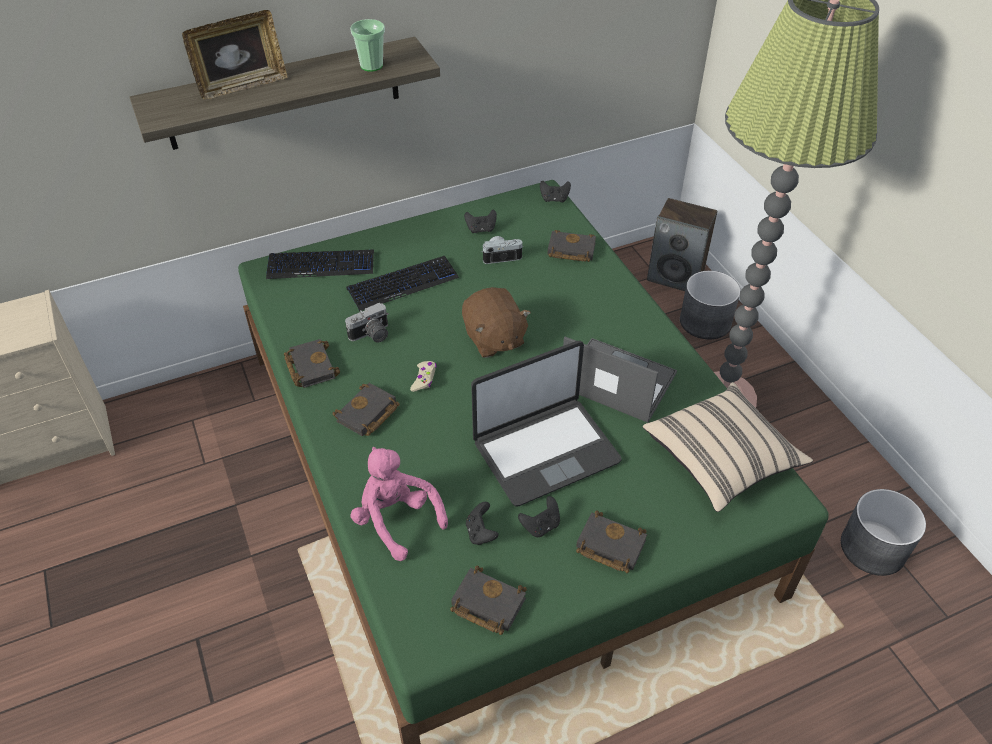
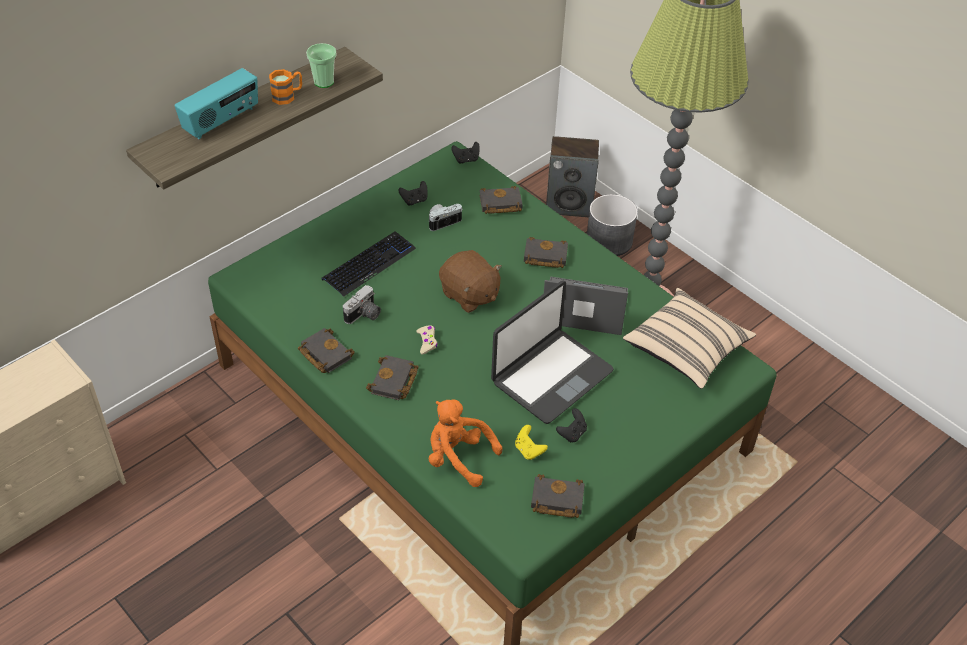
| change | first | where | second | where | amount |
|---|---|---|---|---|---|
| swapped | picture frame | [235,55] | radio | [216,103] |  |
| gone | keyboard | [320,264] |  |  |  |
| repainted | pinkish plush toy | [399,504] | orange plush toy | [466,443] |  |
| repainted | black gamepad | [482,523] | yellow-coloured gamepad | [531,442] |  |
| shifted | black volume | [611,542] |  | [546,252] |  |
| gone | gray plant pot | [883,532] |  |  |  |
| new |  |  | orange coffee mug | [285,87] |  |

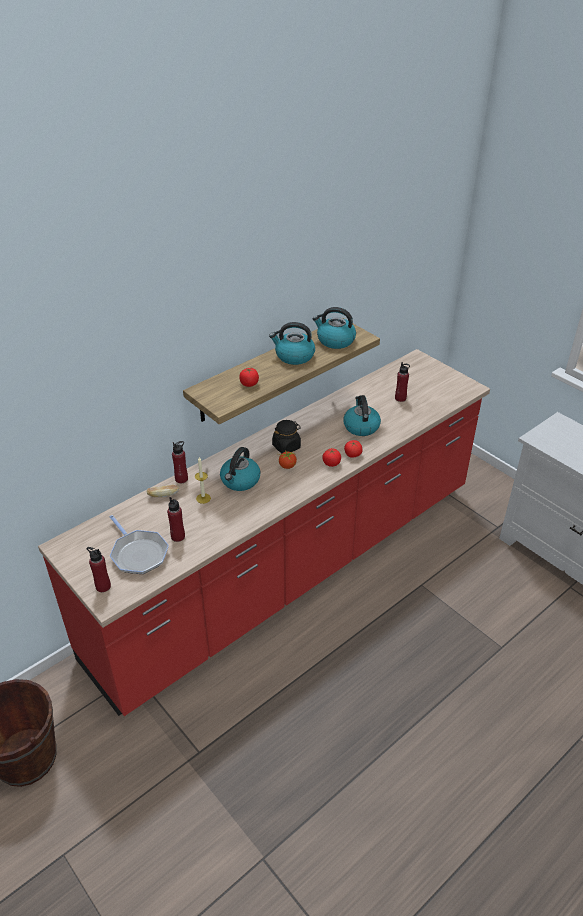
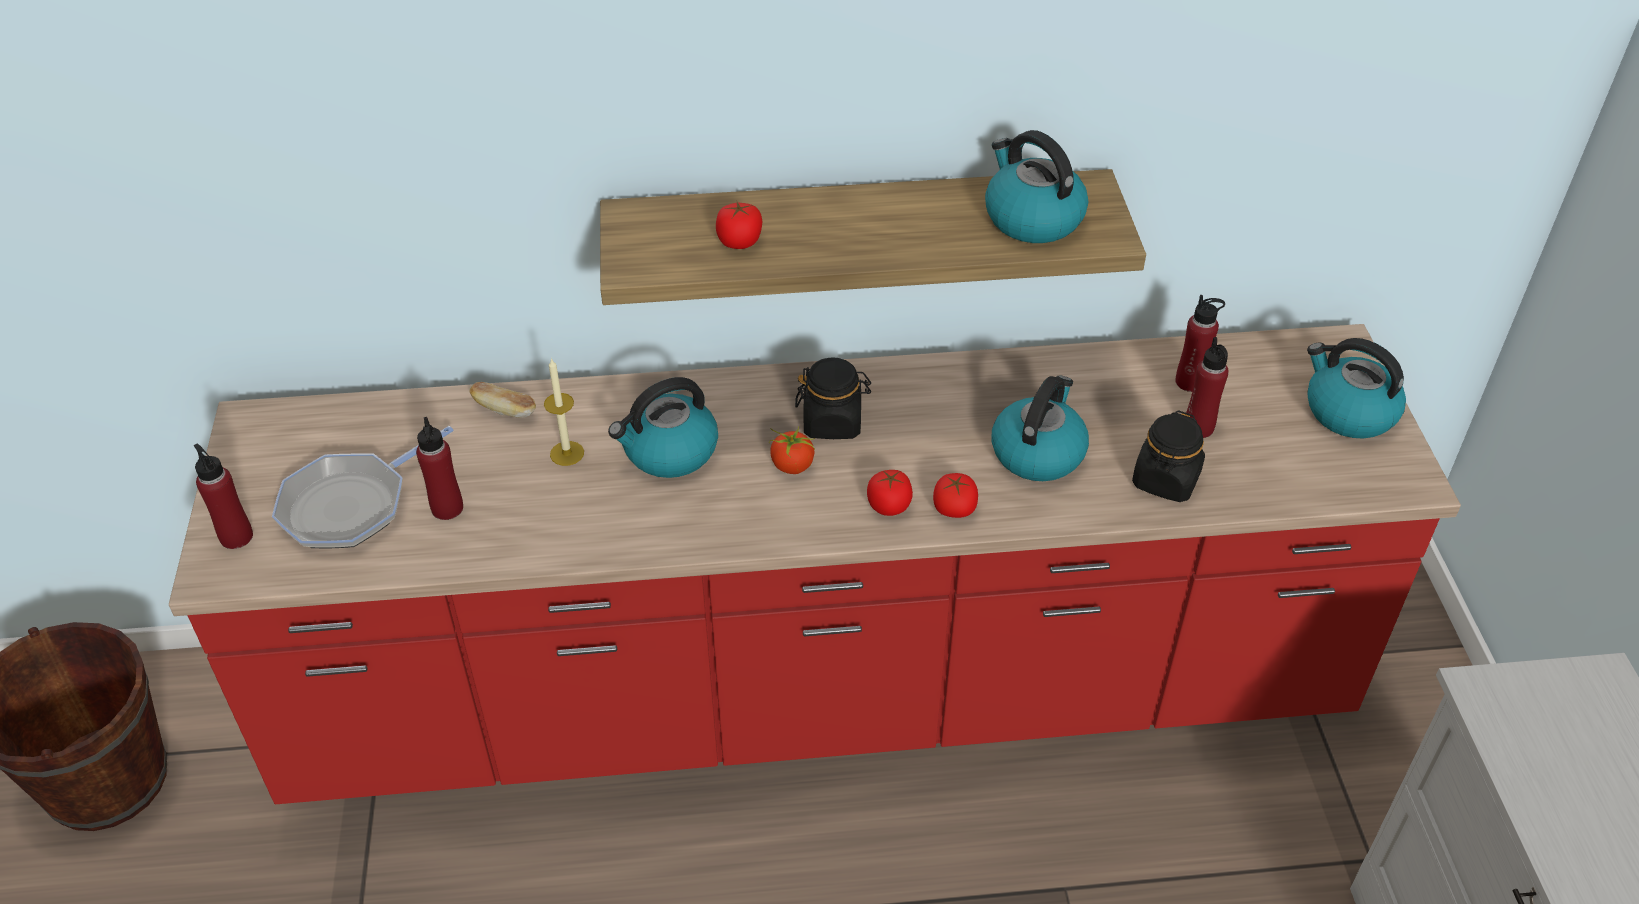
| change | first | where | second | where | amount |
|---|---|---|---|---|---|
| rotated | frying pan | [139,544] |  | [363,487] | 45 degrees clockwise |
| shifted | reddish beverage bottle | [180,462] |  | [1200,343] |  |
| shifted | tea kettle | [292,343] |  | [1356,388] |  |
| new |  |  | black jar | [1168,456] |  |

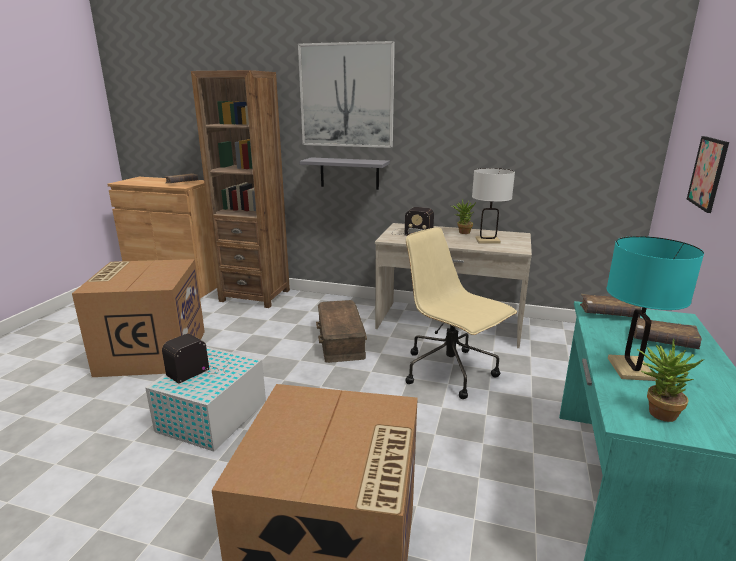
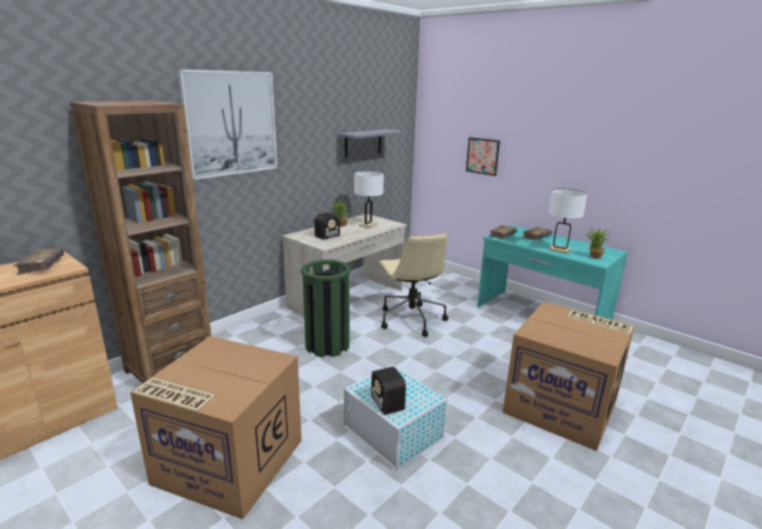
| change | first | where | second | where | amount |
|---|---|---|---|---|---|
| shifted | gray shelf | [344,173] |  | [370,143] |  |
| swapped | brown-coloured storage bin | [341,331] | greenish waste bin | [326,308] |  |
| rotated | sand-coloured office chair | [461,313] |  | [413,285] | 90 degrees counterclockwise |
| repainted | blue-green tabletop lamp | [655,308] | white tabletop lamp | [567,221] |  |

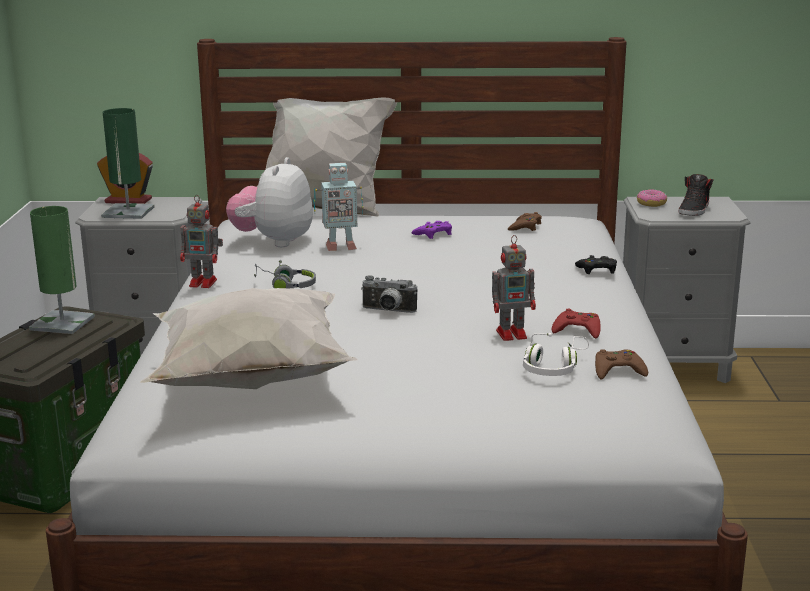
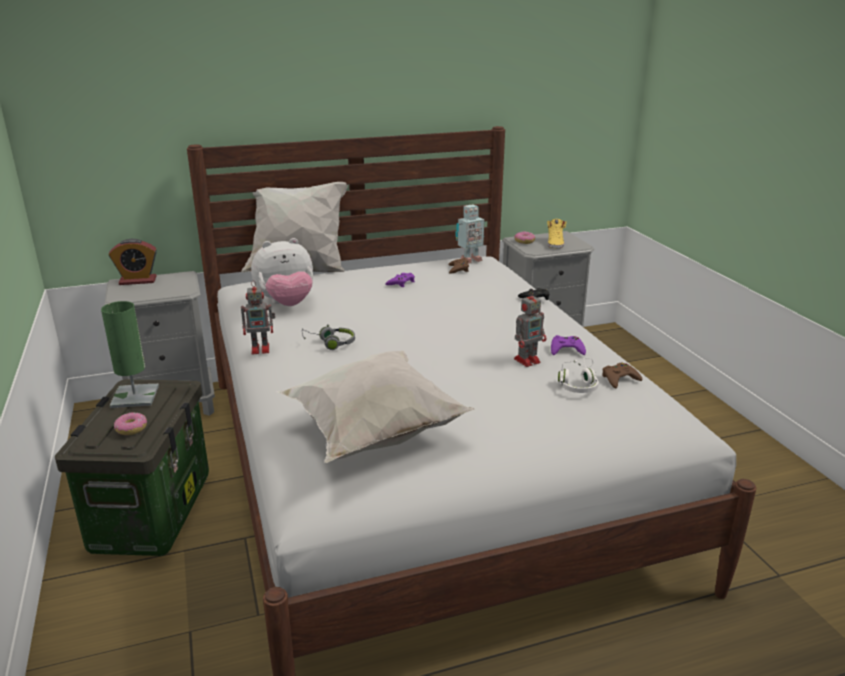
| change | first | where | second | where | amount |
|---|---|---|---|---|---|
| gone | greenish tabletop lamp | [128,163] |  |  |  |
| rotated | plush toy | [269,202] |  | [282,272] | 105 degrees counterclockwise |
| shifted | toy robot | [338,207] |  | [470,234] |  |
| gone | still camera | [389,294] |  |  |  |
| repainted | reddish gamepad | [576,324] | purplish gamepad | [568,345] |  |
| repainted | black shoe | [696,195] | yellow-coloured shoe | [557,233] |  |
| new |  |  | ring doughnut | [130,423] |  |

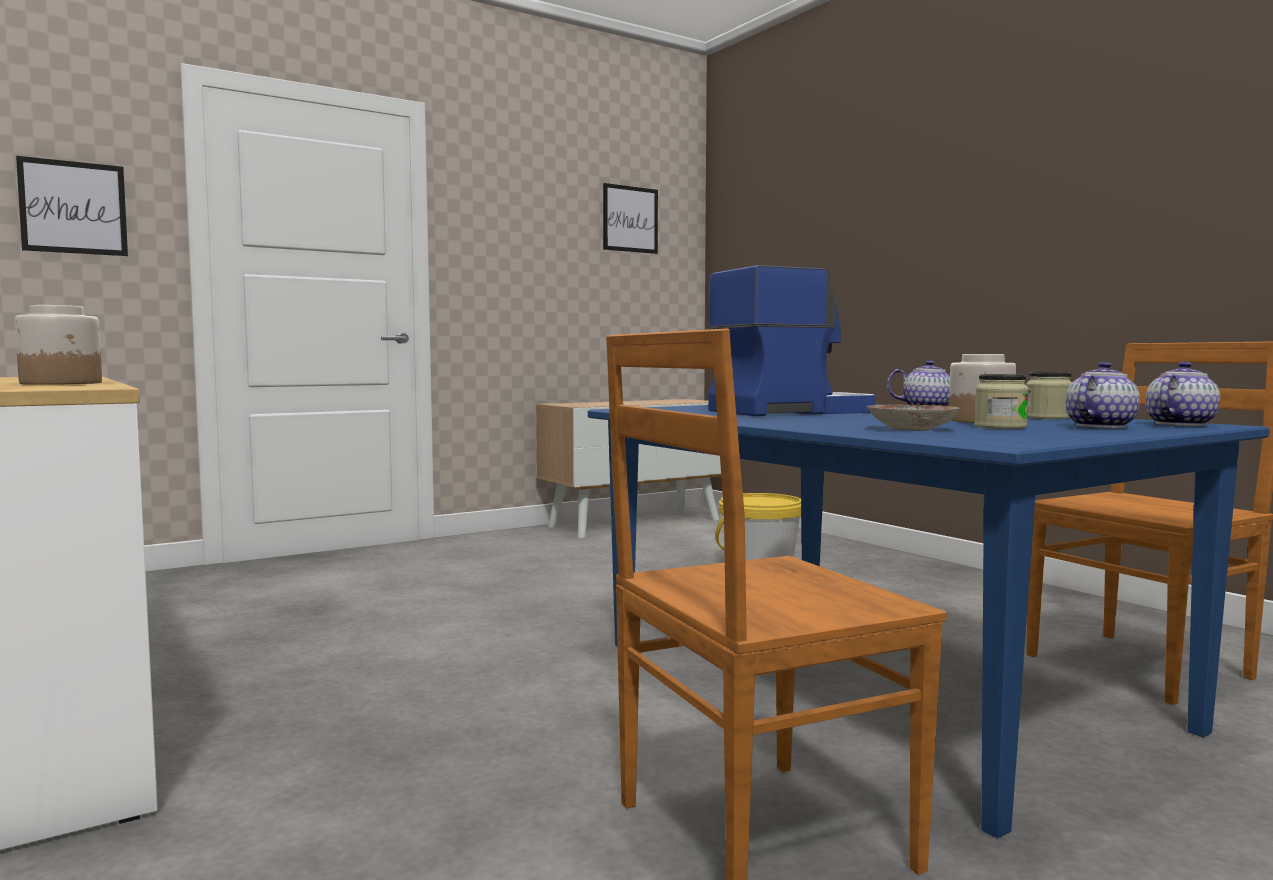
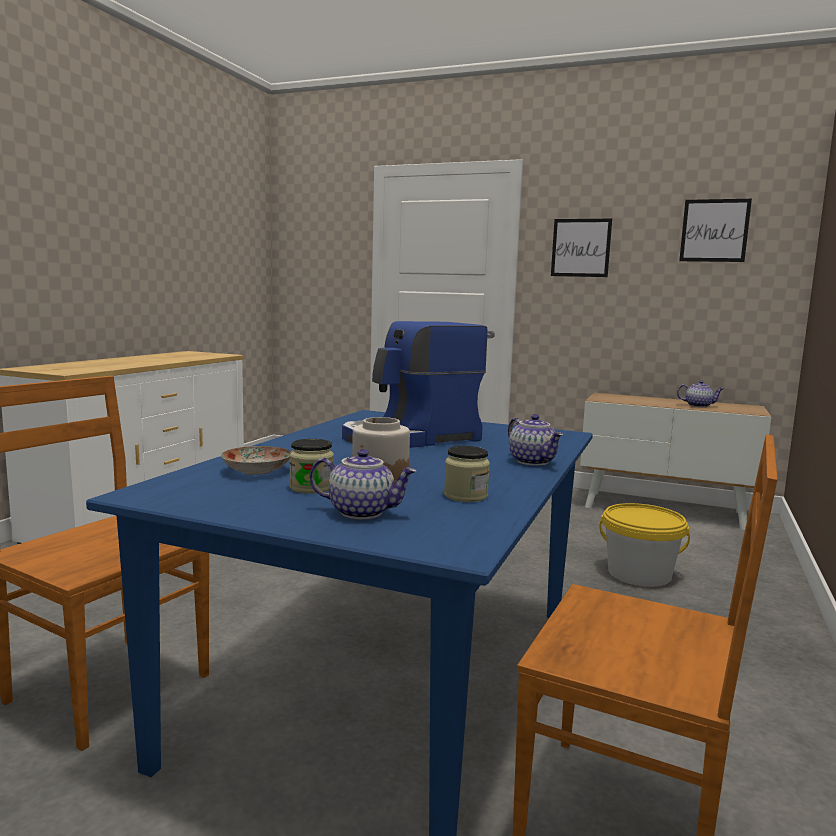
| change | first | where | second | where | amount |
|---|---|---|---|---|---|
| gone | jar | [58,345] |  |  |  |
| shifted | wall picture | [72,206] |  | [581,248] |  |
| rotated | coffee brewer | [792,340] |  | [415,384] | 120 degrees clockwise |
| shifted | tea pot | [1182,393] |  | [700,394] |  |

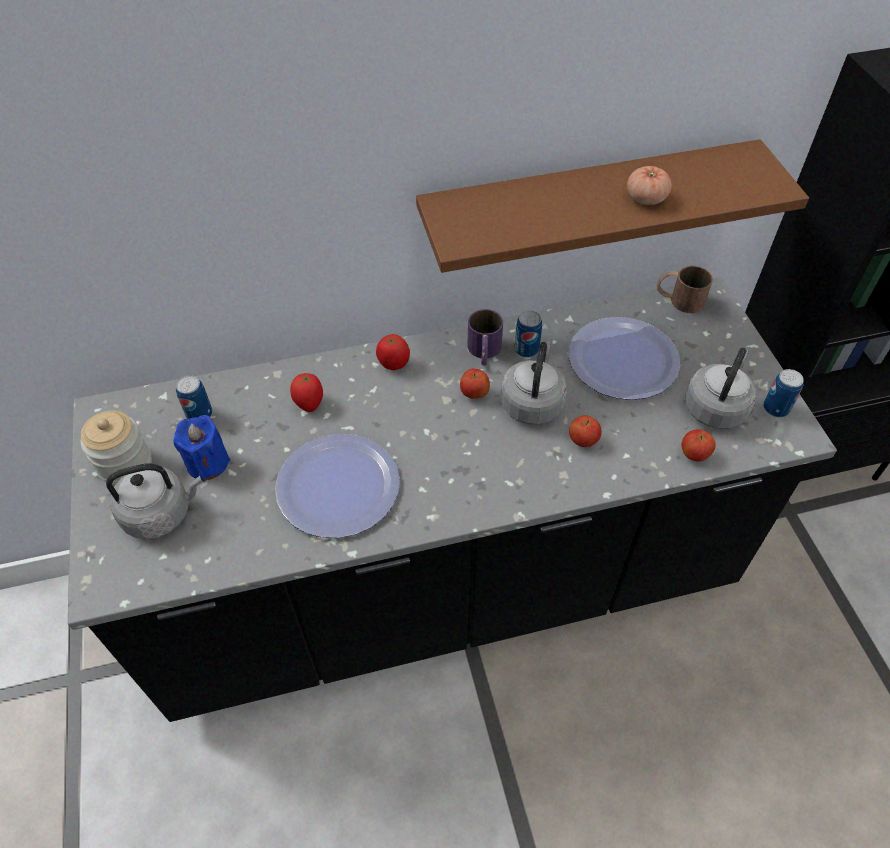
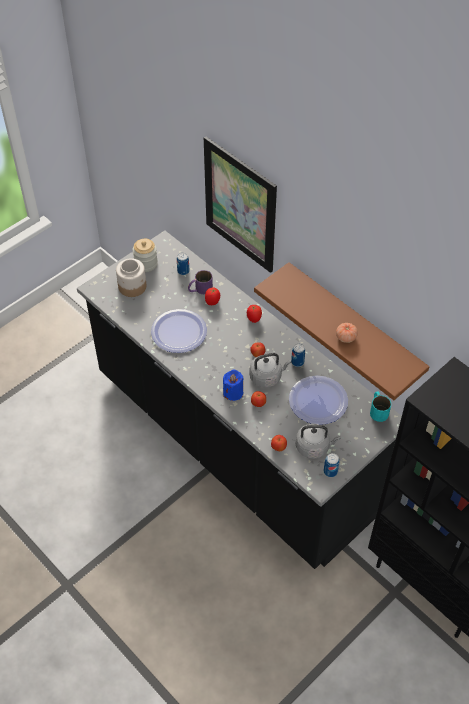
| change | first | where | second | where | amount |
|---|---|---|---|---|---|
| swapped | gray tea kettle | [154,501] | jar | [131,277] |  |
| shifted | bluish candle | [201,448] |  | [233,385] |  |
| shifted | purplish coffee mug | [485,337] |  | [200,282] |  |
| repainted | brown-coloured coffee mug | [685,289] | blue-green coffee mug | [380,406] |  |
| new |  |  | wall picture | [240,205] |  |

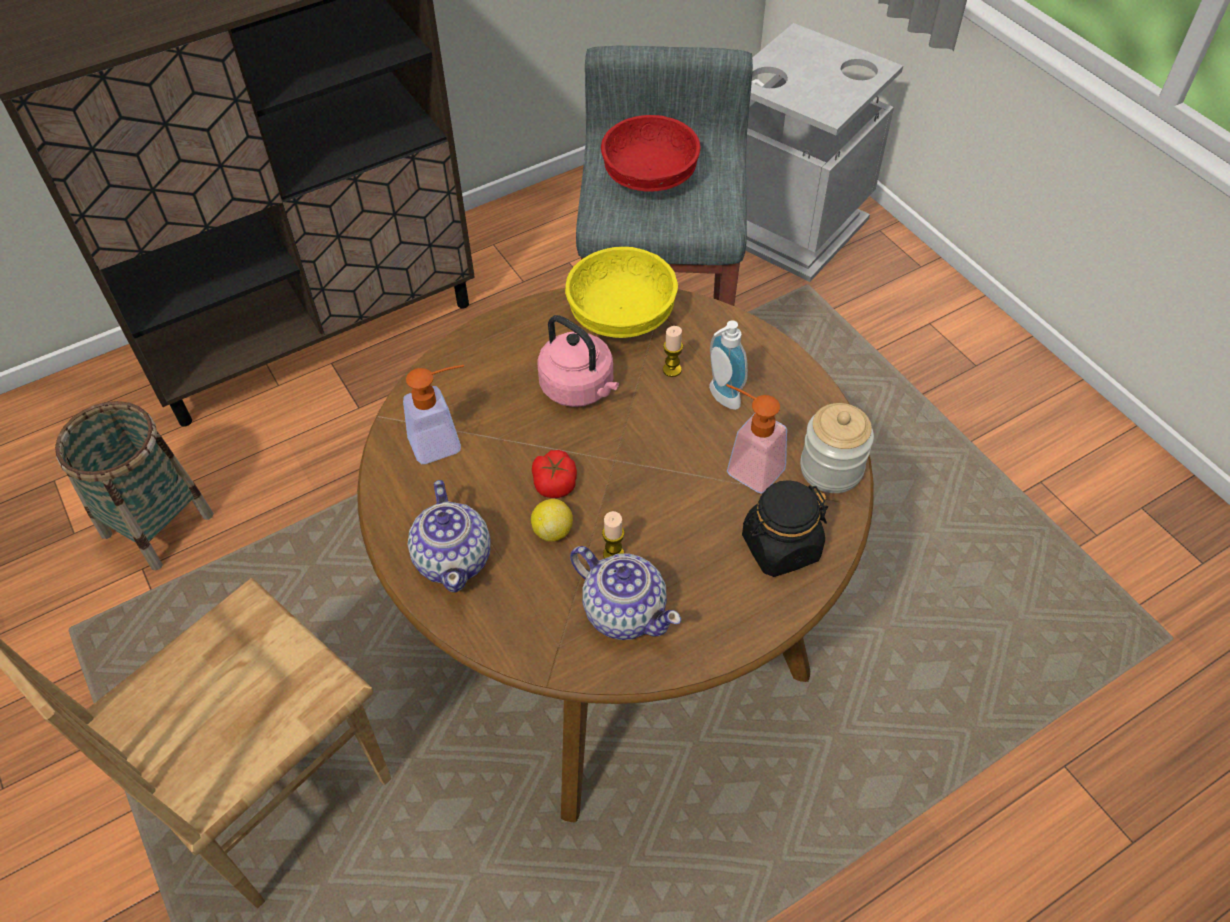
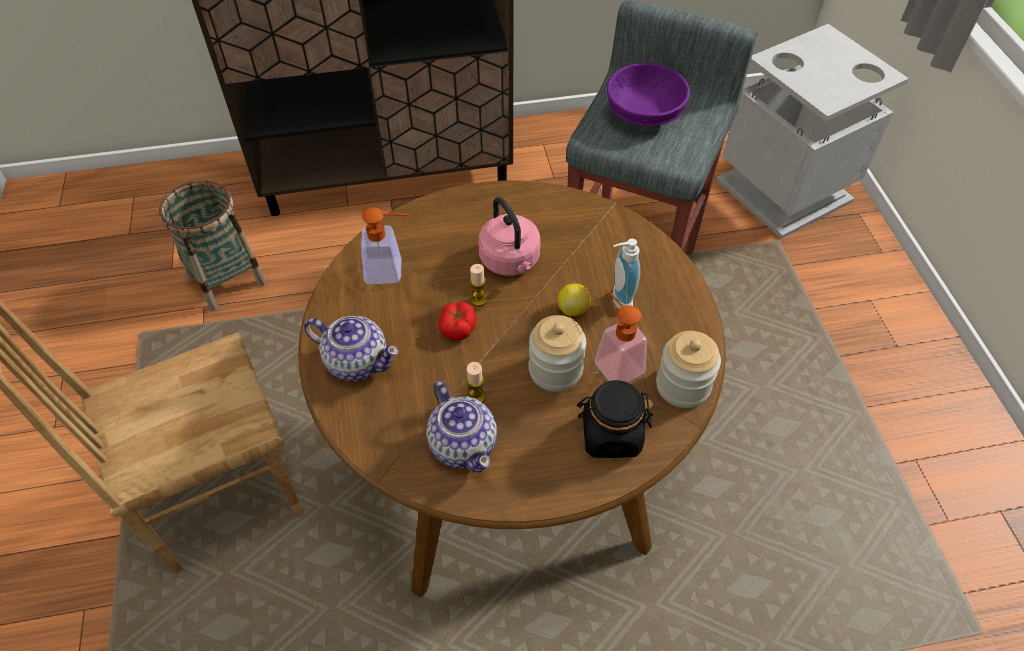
| change | first | where | second | where | amount |
|---|---|---|---|---|---|
| rotated | tea pot | [449,536] |  | [351,348] | 75 degrees counterclockwise |
| shifted | lemon | [552,520] |  | [574,300] |  |
| gone | yellow-coloured serving bowl | [621,292] |  |  |  |
| repainted | reddish serving bowl | [651,153] | purplish serving bowl | [648,94] |  |
| shifted | candle | [673,351] |  | [478,285] |  |
| new |  |  | jar | [557,353] |  |

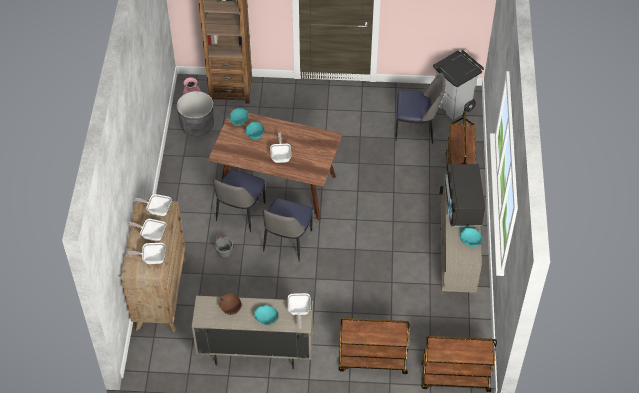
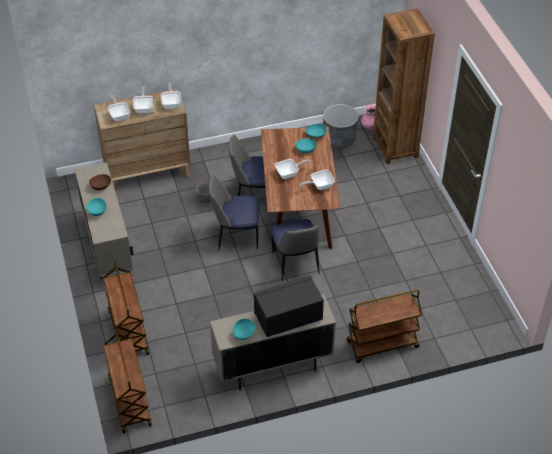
| change | first | where | second | where | amount |
|---|---|---|---|---|---|
| shifted | frying pan | [299,310] |  | [317,180] |  |
| shifted | chair | [421,108] |  | [295,250] |  |
| gone | gray waste bin | [458,85] |  |  |  |

